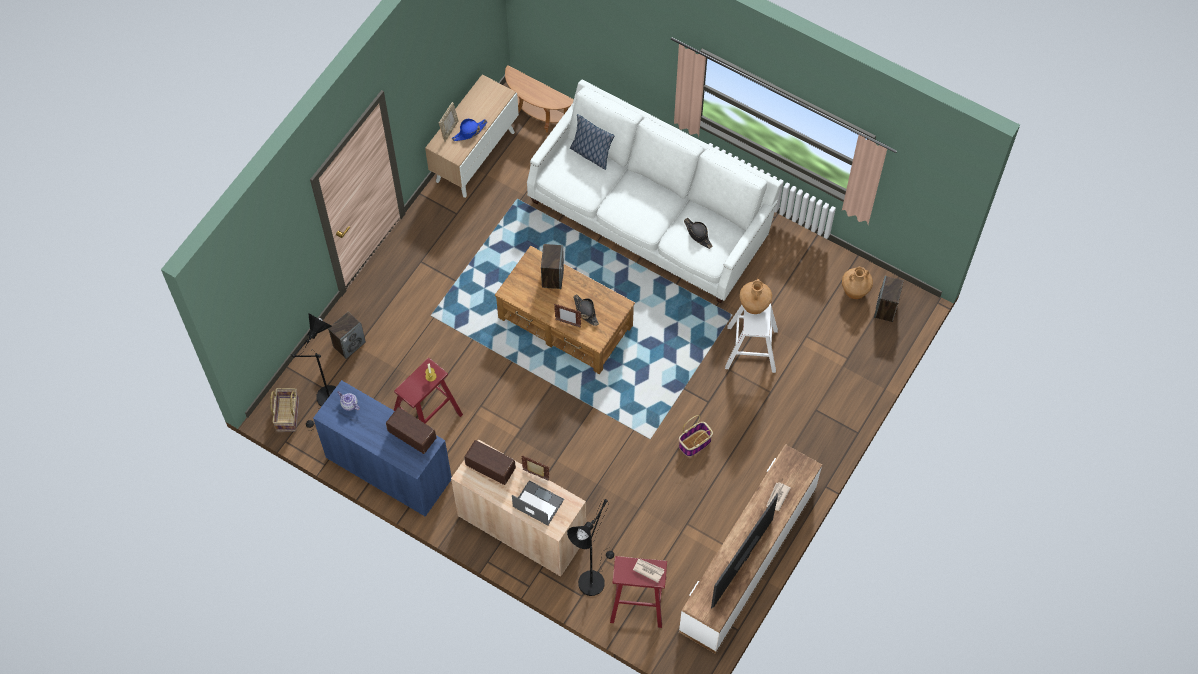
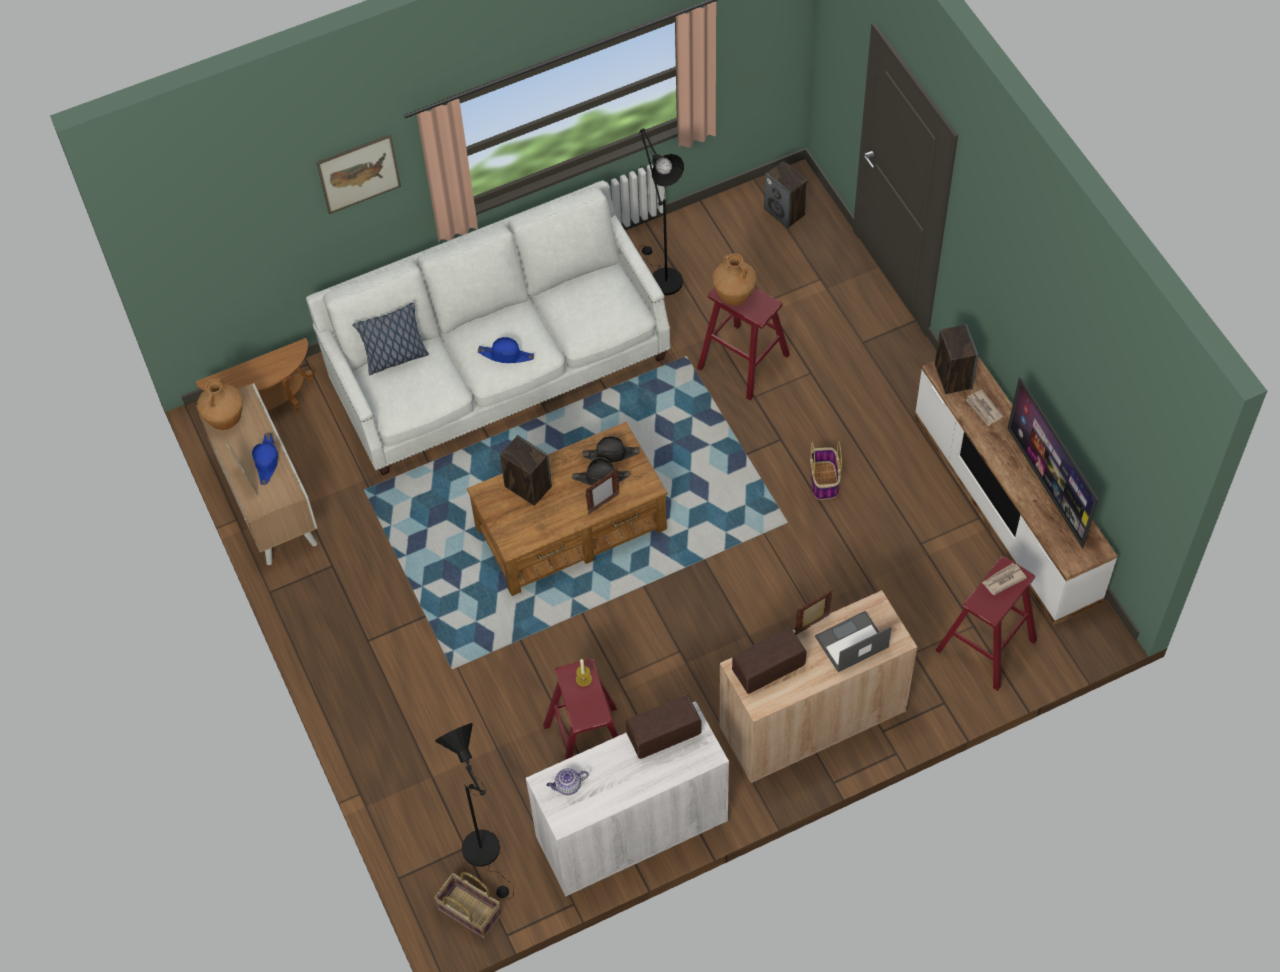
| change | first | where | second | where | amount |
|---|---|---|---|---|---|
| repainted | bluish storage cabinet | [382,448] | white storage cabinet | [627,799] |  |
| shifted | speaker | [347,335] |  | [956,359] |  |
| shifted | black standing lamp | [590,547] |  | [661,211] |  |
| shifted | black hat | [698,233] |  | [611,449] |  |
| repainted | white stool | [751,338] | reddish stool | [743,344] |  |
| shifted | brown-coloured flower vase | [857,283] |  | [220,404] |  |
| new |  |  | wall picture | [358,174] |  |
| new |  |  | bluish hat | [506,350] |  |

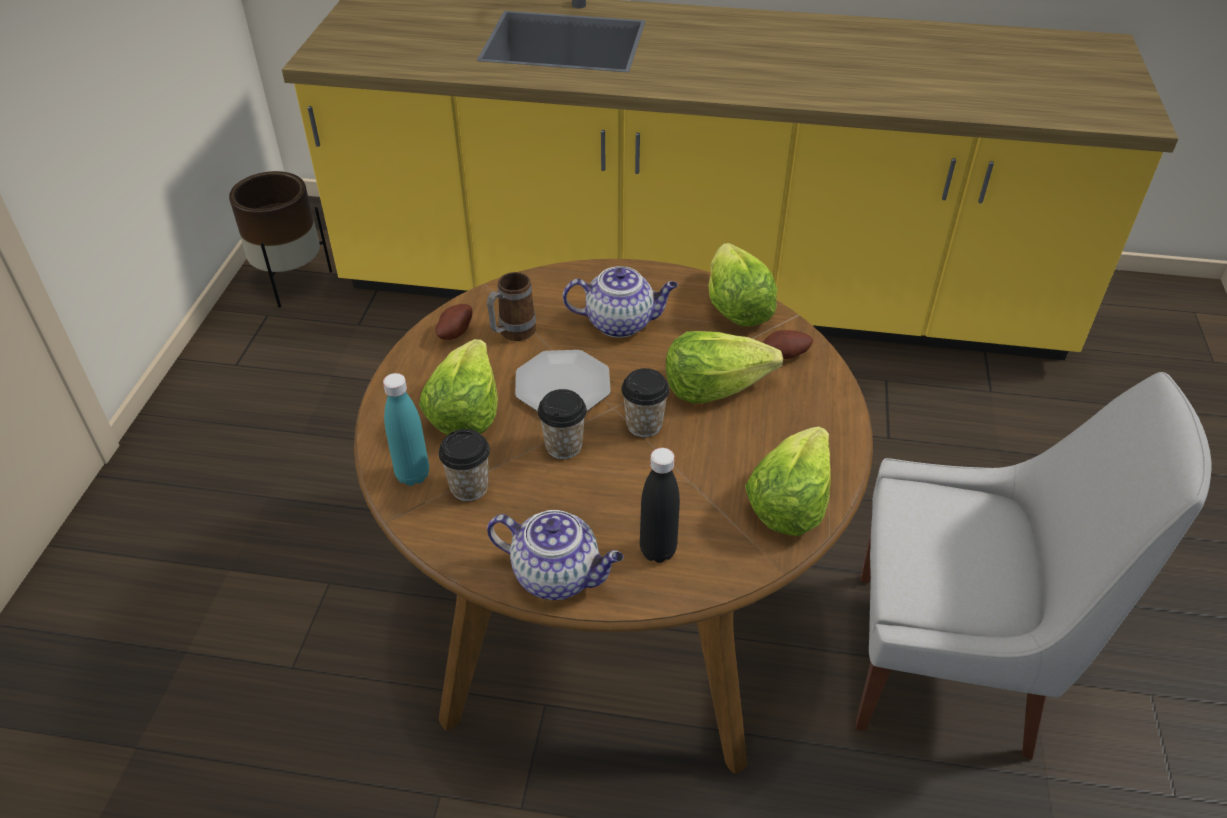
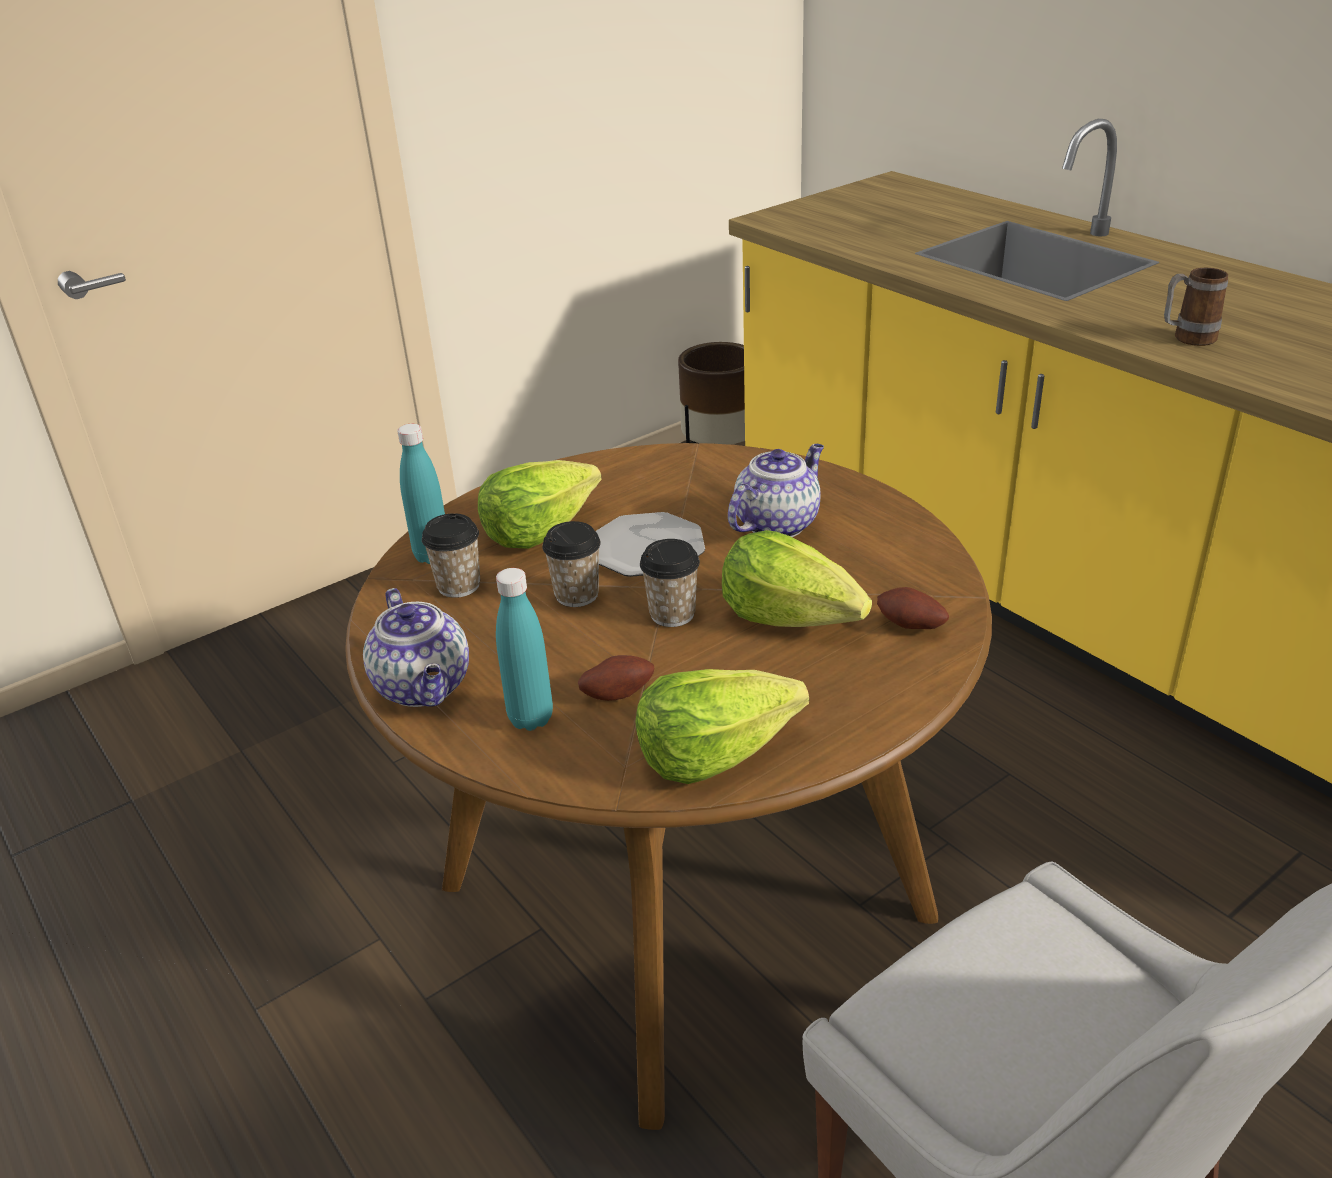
| change | first | where | second | where | amount |
|---|---|---|---|---|---|
| shifted | whole potato | [454,322] |  | [616,678] |  |
| shifted | coffee mug | [511,306] |  | [1196,307] |  |
| rotated | tea pot | [620,302] |  | [776,490] | 90 degrees counterclockwise |
| repainted | black beverage bottle | [660,505] | blue-green beverage bottle | [524,649] |  |
| gone | lettuce head | [742,284] |  |  |  |

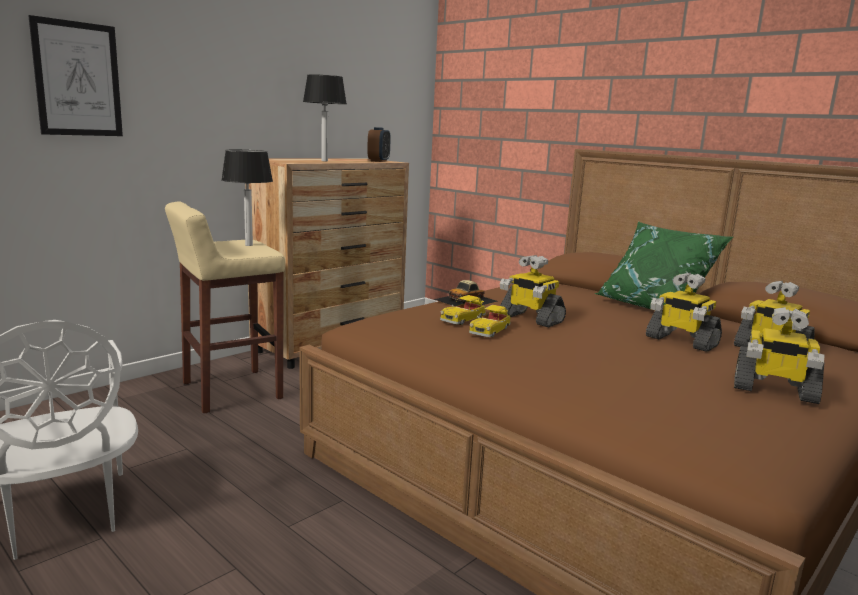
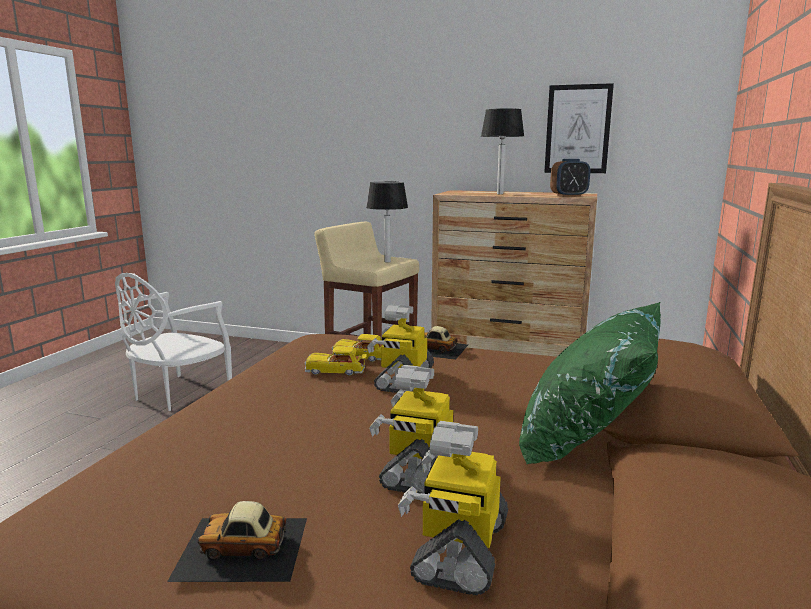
| change | first | where | second | where | amount |
|---|---|---|---|---|---|
| shifted | wall picture | [75,75] |  | [579,128] |  |
| swapped | toy robot | [779,355] | toy car | [237,541] |  |

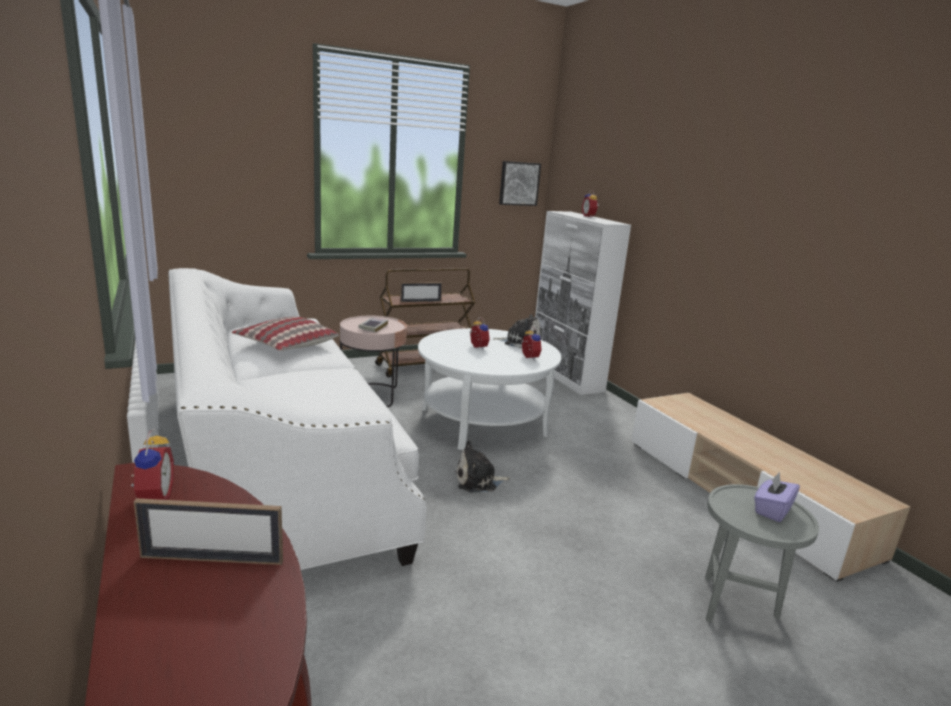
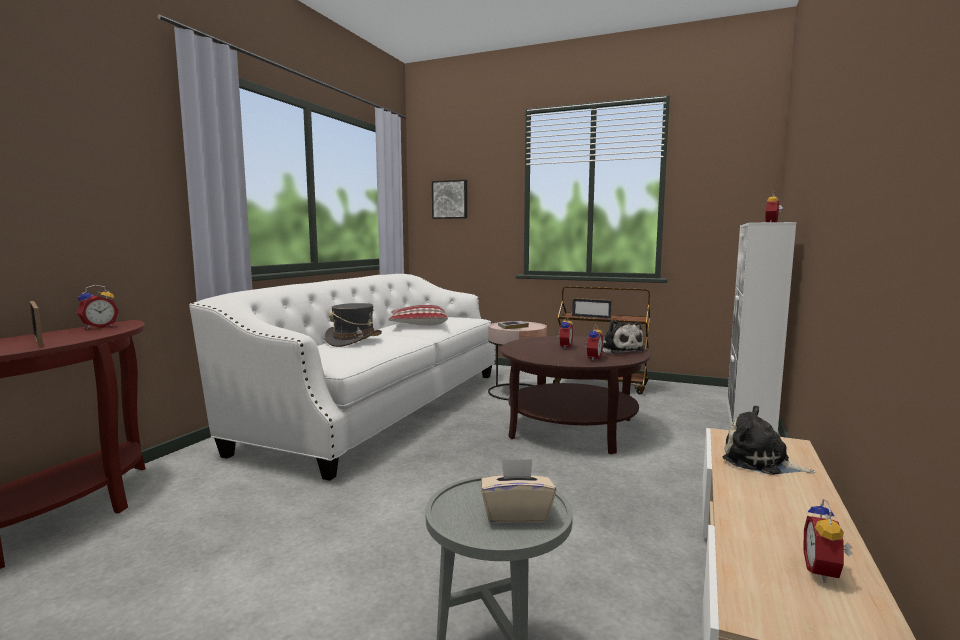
| change | first | where | second | where | amount |
|---|---|---|---|---|---|
| repainted | white low table | [489,389] | brown-coloured low table | [575,395] |  |
| shifted | plush toy | [482,466] |  | [769,440] |  |
| shifted | wall picture | [520,183] |  | [449,199] |  |
| repainted | purplish box of tissues | [777,497] | sand-coloured box of tissues | [518,491] |  |
| new |  |  | gray hat | [353,325] |  |
| new |  |  | alarm clock | [828,541] |  |

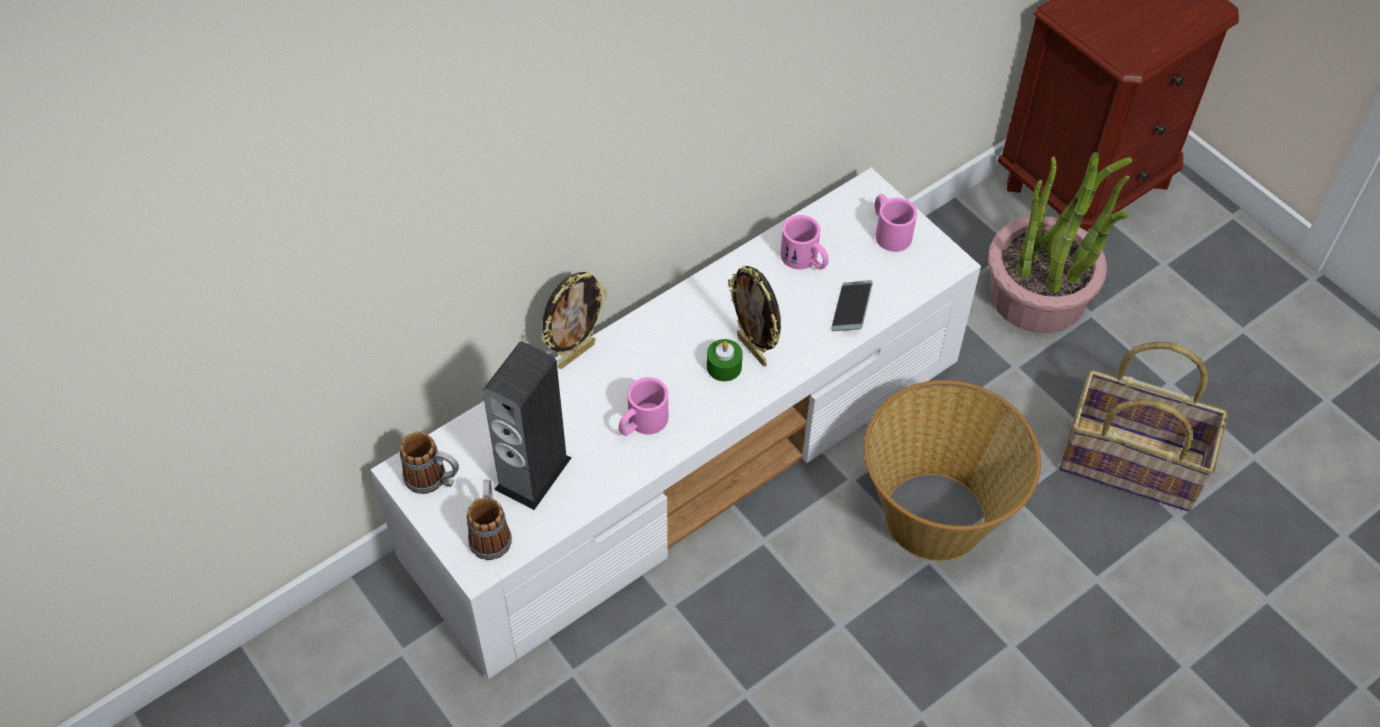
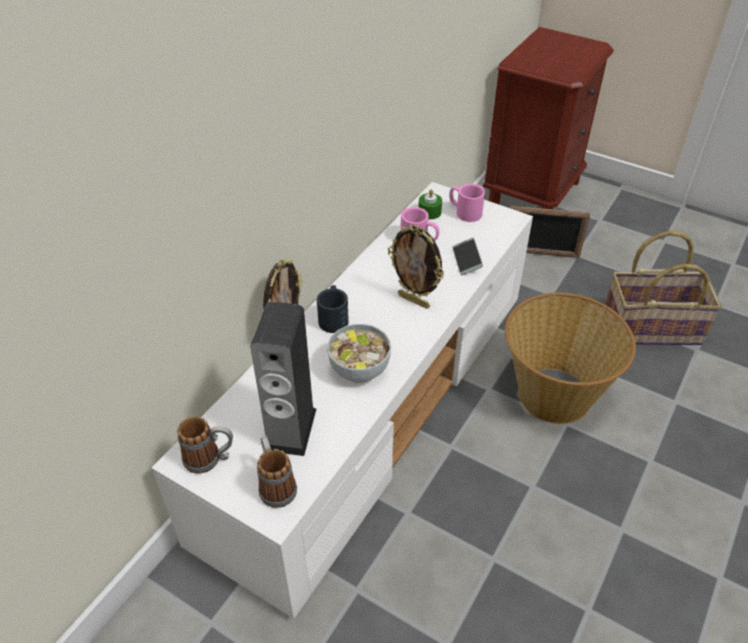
| change | first | where | second | where | amount |
|---|---|---|---|---|---|
| swapped | pinkish coffee mug | [643,406] | serving bowl | [359,353] |  |
| shifted | greenish candle | [725,360] |  | [430,204] |  |
| swapped | potted plant | [1060,242] | picture frame | [550,232] |  |
| new |  |  | black coffee mug | [333,309] |  |

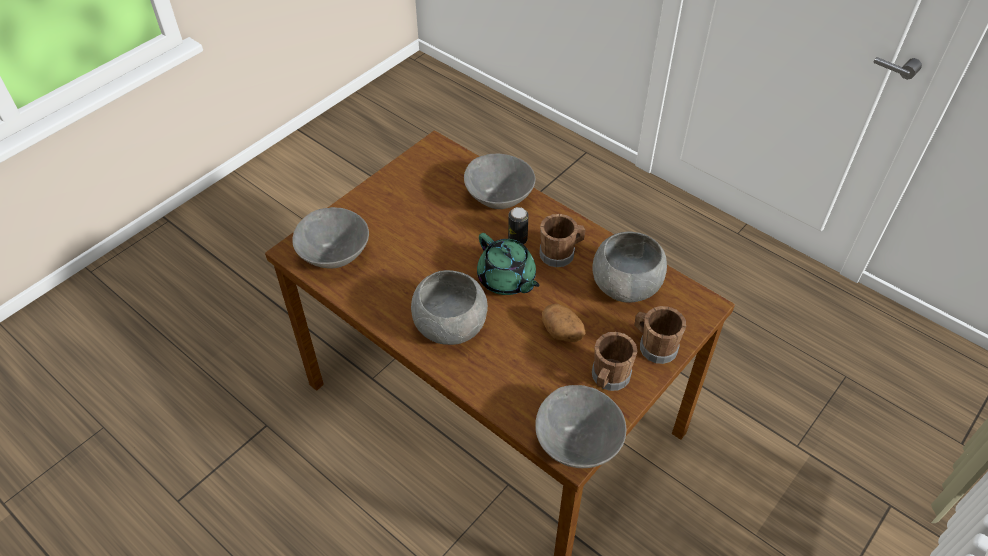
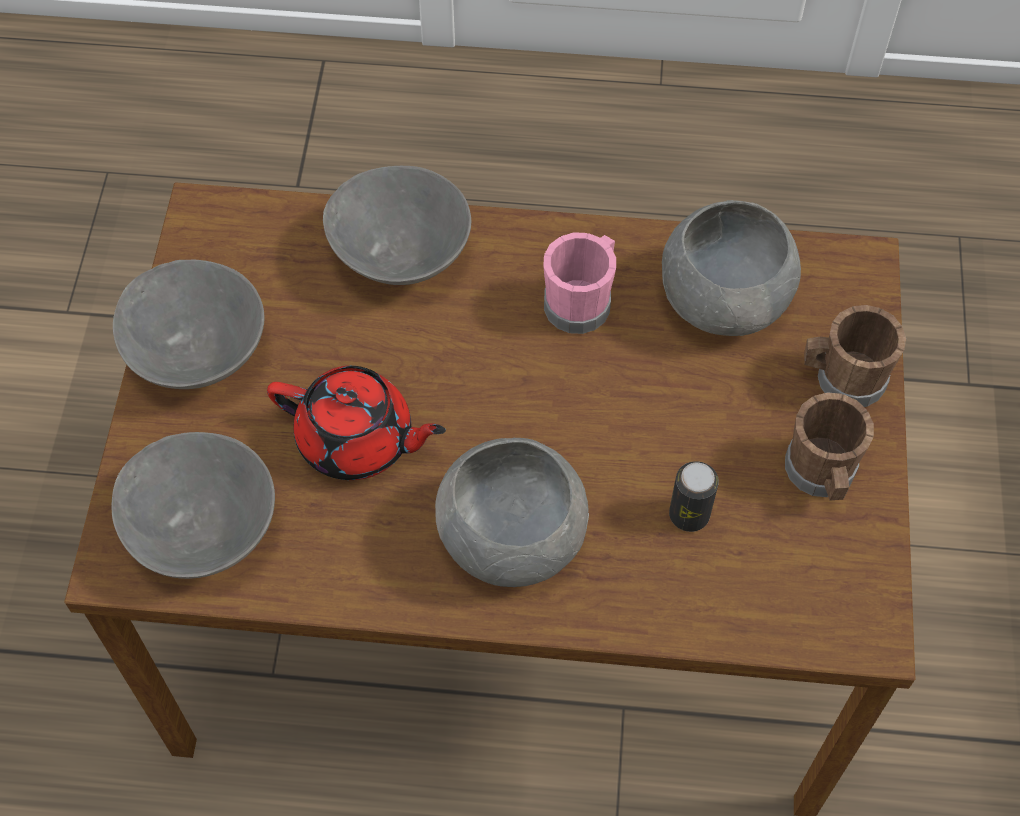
| change | first | where | second | where | amount |
|---|---|---|---|---|---|
| gone | greenish tea pot | [508,264] |  |  |  |
| shifted | can | [518,225] |  | [694,496] |  |
| shifted | gray serving bowl | [580,426] |  | [189,324] |  |
| repainted | brown-coloured coffee mug | [562,240] | pinkish coffee mug | [579,283] |  |
| gone | whole potato | [564,323] |  |  |  |
| new |  |  | reddish tea pot | [356,423] |  |

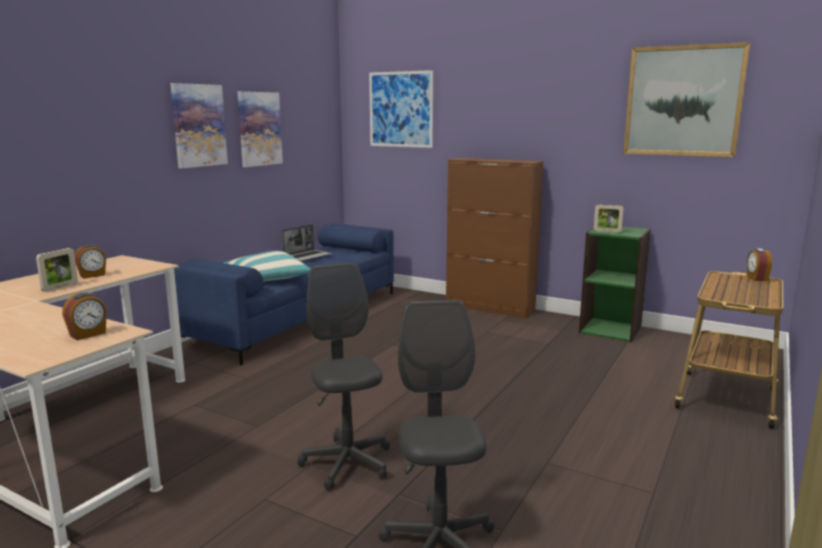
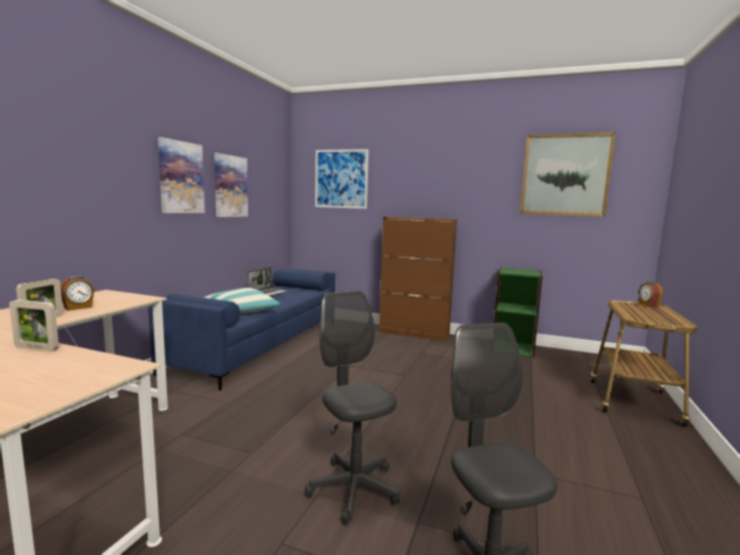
| change | first | where | second | where | amount |
|---|---|---|---|---|---|
| gone | alarm clock | [84,317] |  |  |  |
| shifted | picture frame | [609,218] |  | [34,325] |  |

